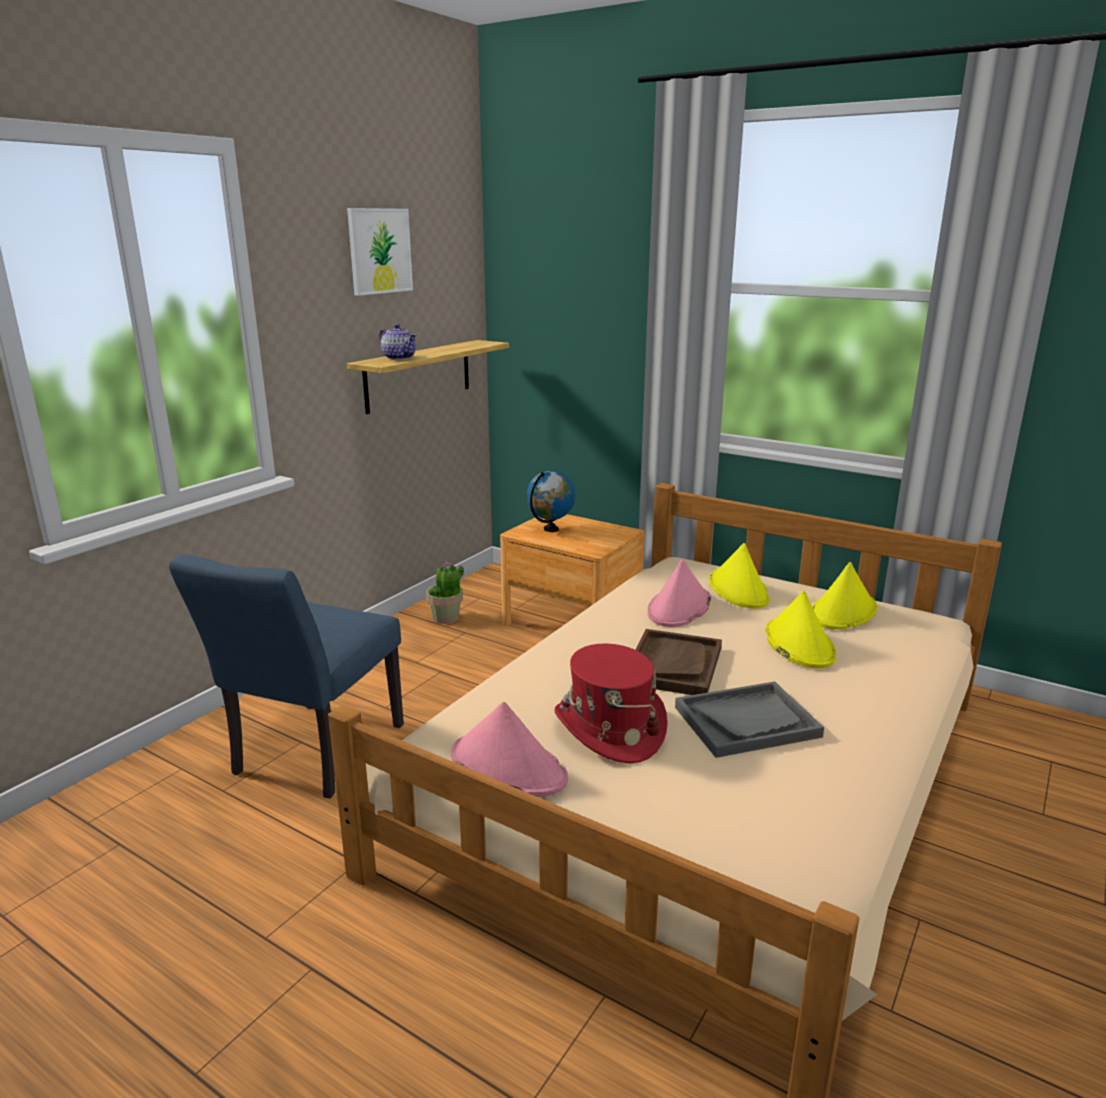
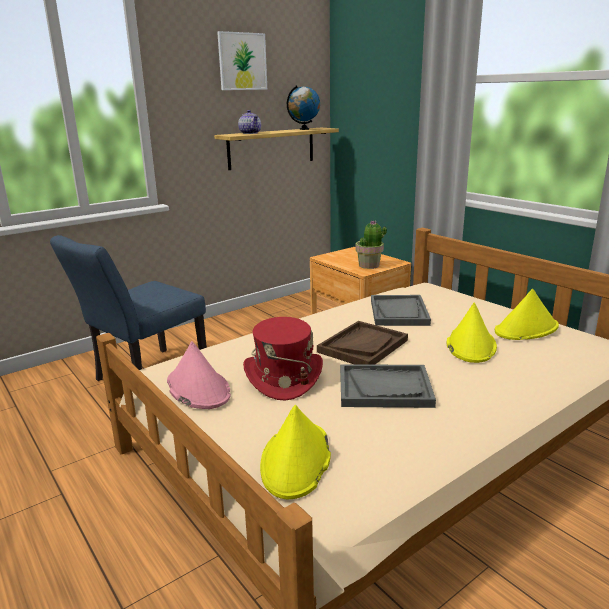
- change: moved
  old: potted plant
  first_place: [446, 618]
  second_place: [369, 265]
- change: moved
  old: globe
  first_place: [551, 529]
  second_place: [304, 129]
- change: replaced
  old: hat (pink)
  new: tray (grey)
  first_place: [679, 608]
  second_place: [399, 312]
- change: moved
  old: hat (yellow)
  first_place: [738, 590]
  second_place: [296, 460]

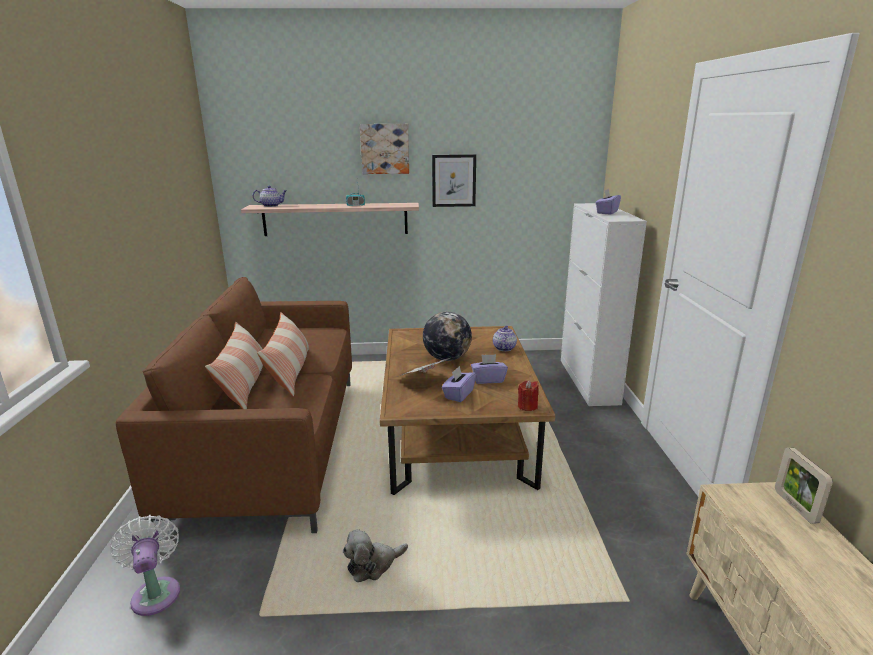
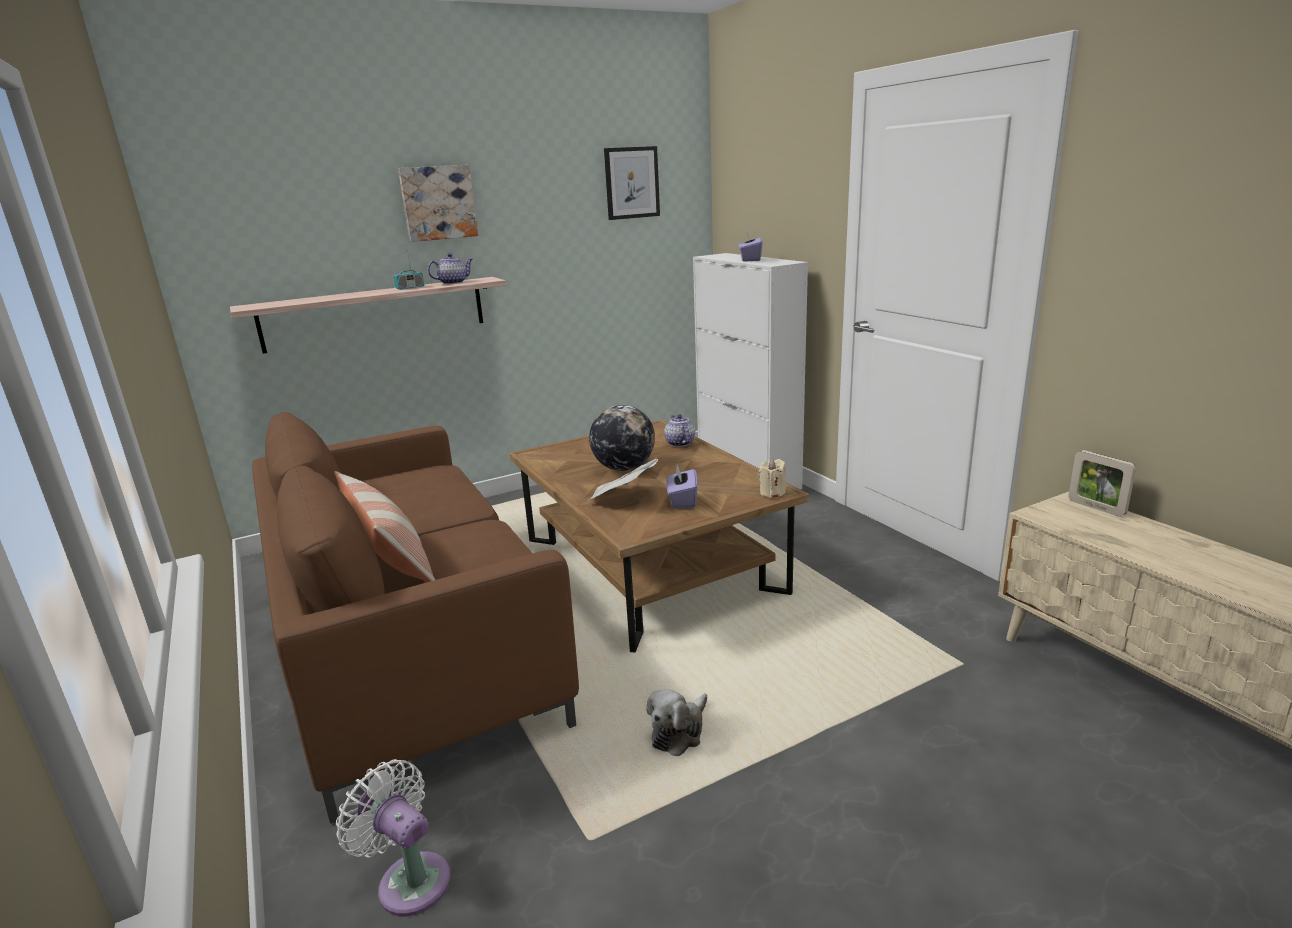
- change: moved
  old: teapot
  first_place: [271, 206]
  second_place: [453, 282]
- change: removed
  old: pillow
  first_place: [290, 371]
- change: moved
  old: picture
  first_place: [454, 180]
  second_place: [632, 183]
- change: removed
  old: tissue box (purple)
  first_place: [488, 379]
- change: recoloured
  old: candle (red)
  new: candle (beige)
  first_place: [527, 406]
  second_place: [772, 493]

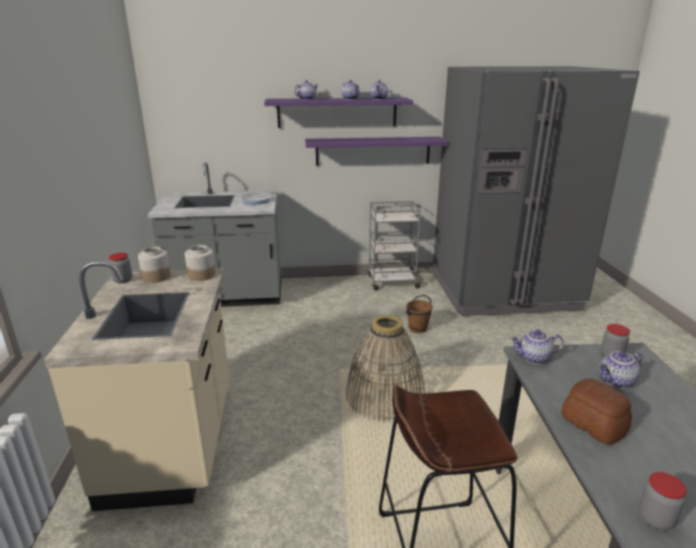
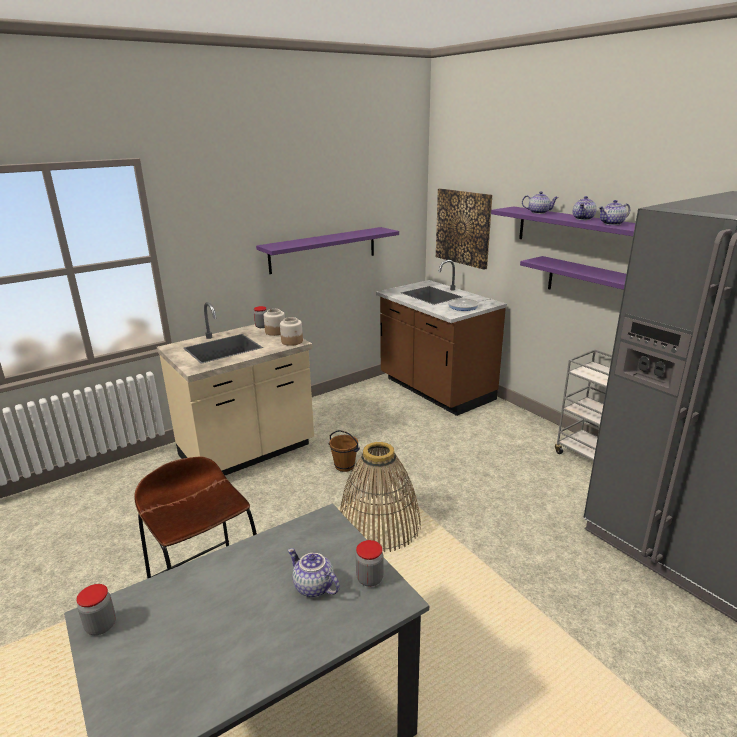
- change: recoloured
  old: counter (grey)
  new: counter (brown)
  first_place: [227, 297]
  second_place: [435, 390]
- change: moved
  old: bucket (brown)
  first_place: [418, 329]
  second_place: [344, 466]
- change: removed
  old: teapot
  first_place: [534, 358]
- change: removed
  old: bread
  first_place: [593, 424]
- change: added
  new: shelf (purple)
  second_place: [323, 250]
- change: added
  new: picture
  second_place: [463, 227]

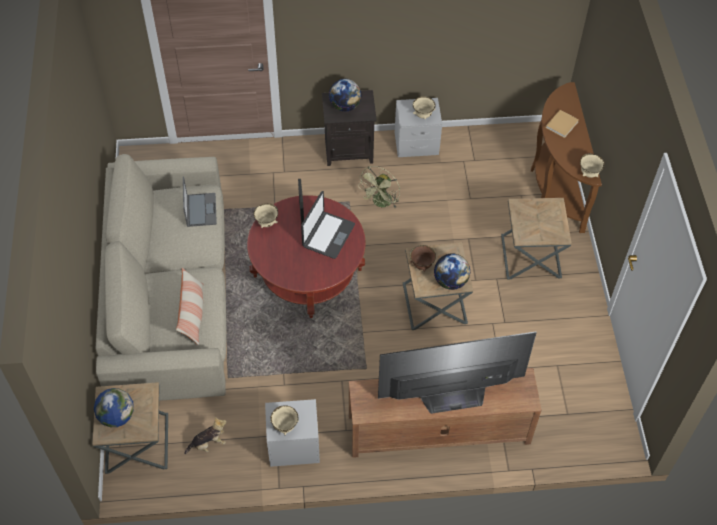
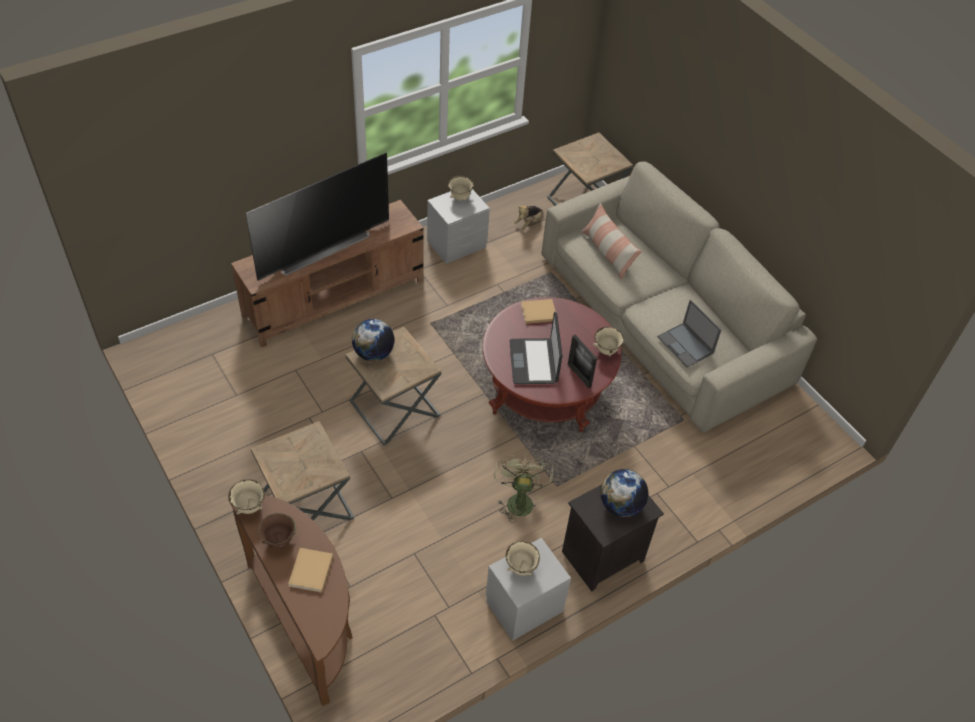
- change: removed
  old: globe
  first_place: [117, 416]
- change: moved
  old: bowl (brown)
  first_place: [422, 265]
  second_place: [279, 541]
- change: added
  new: book (beige)
  second_place: [537, 312]

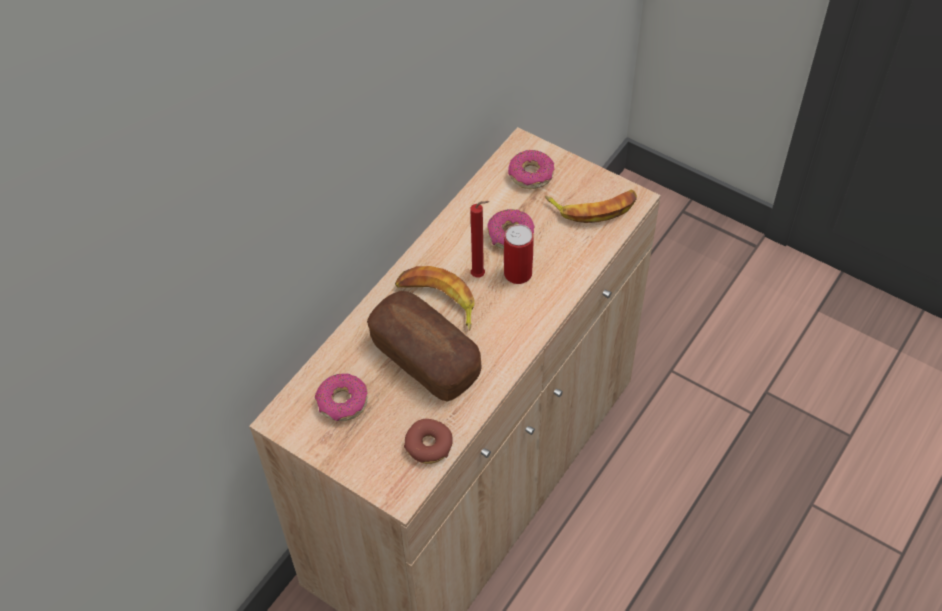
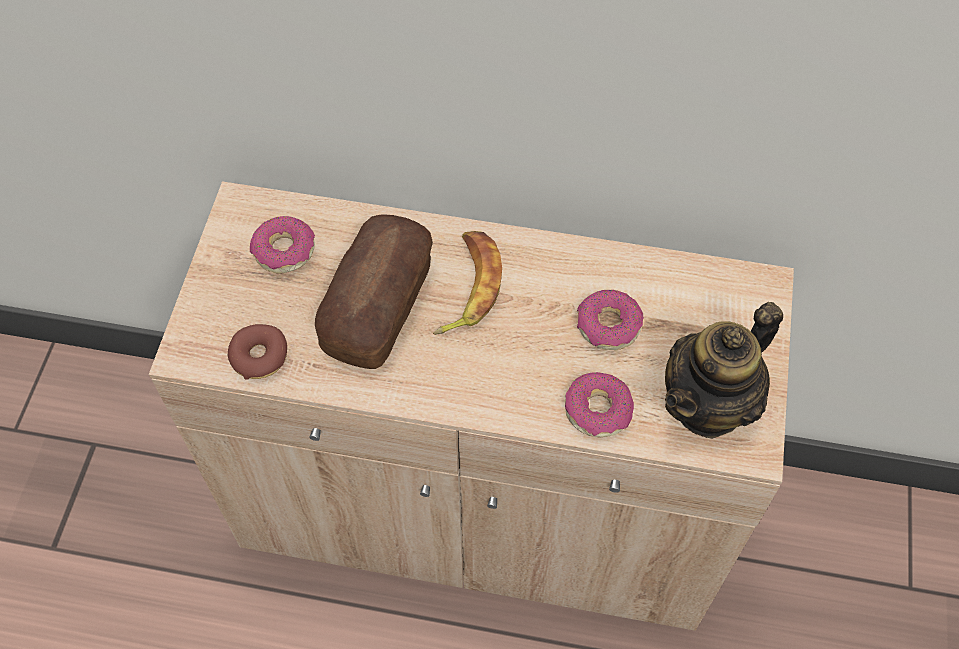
- change: removed
  old: candle (red)
  first_place: [480, 276]
- change: removed
  old: can
  first_place: [518, 273]
- change: moved
  old: donut
  first_place: [531, 175]
  second_place: [598, 410]
- change: replaced
  old: banana
  new: teapot
  first_place: [593, 207]
  second_place: [709, 405]

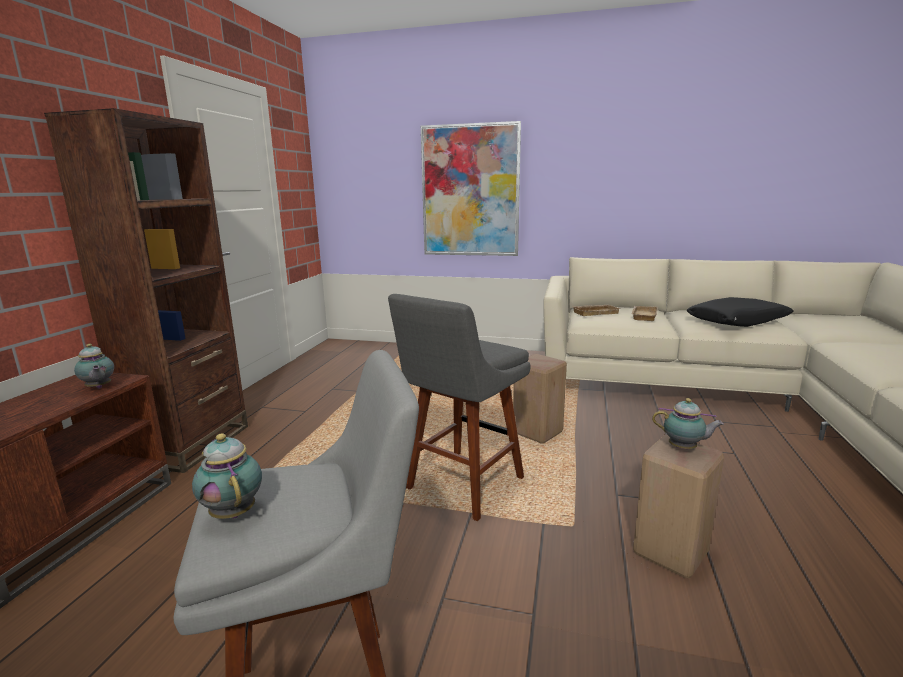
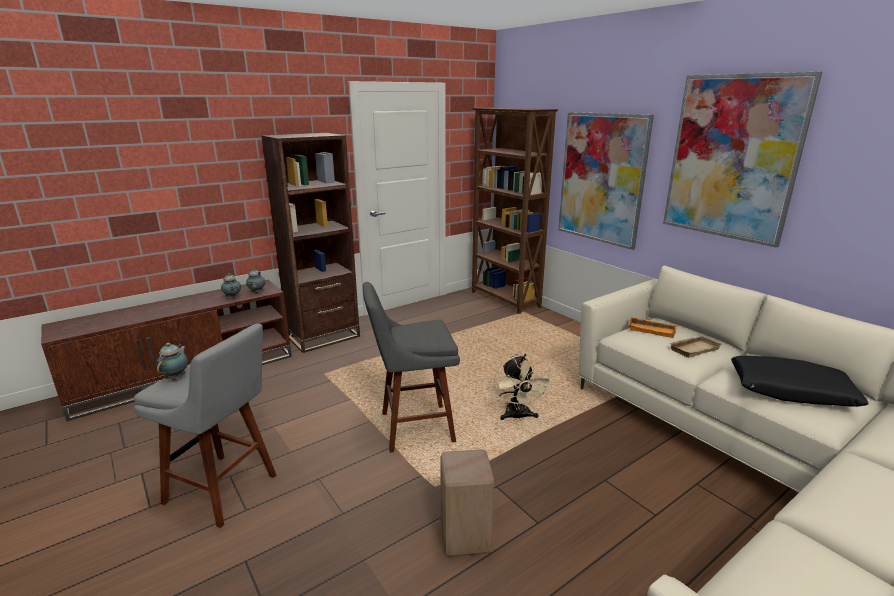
- change: replaced
  old: stool (beige)
  new: fan (beige)
  first_place: [537, 432]
  second_place: [518, 417]
- change: recoloured
  old: tray (beige)
  new: tray (orange)
  first_place: [595, 312]
  second_place: [652, 330]
- change: moved
  old: teapot
  first_place: [684, 448]
  second_place: [232, 298]
- change: added
  new: bookcase (brown)
  second_place: [505, 300]
- change: added
  new: picture
  second_place: [732, 158]

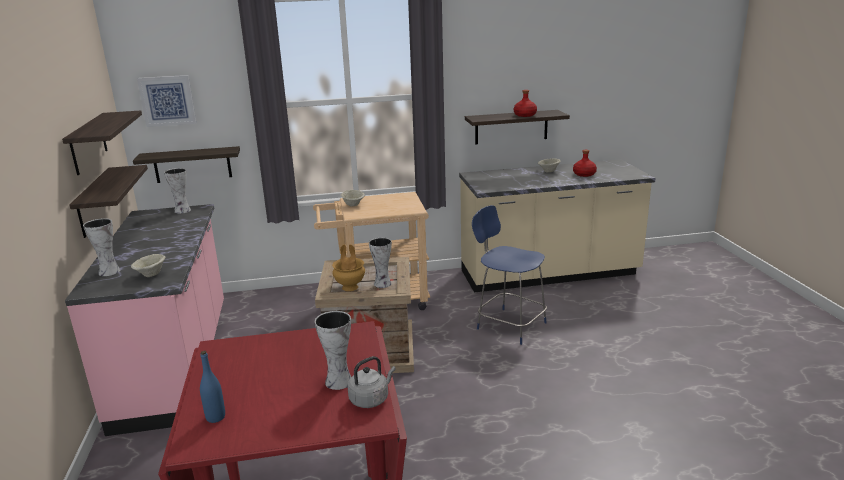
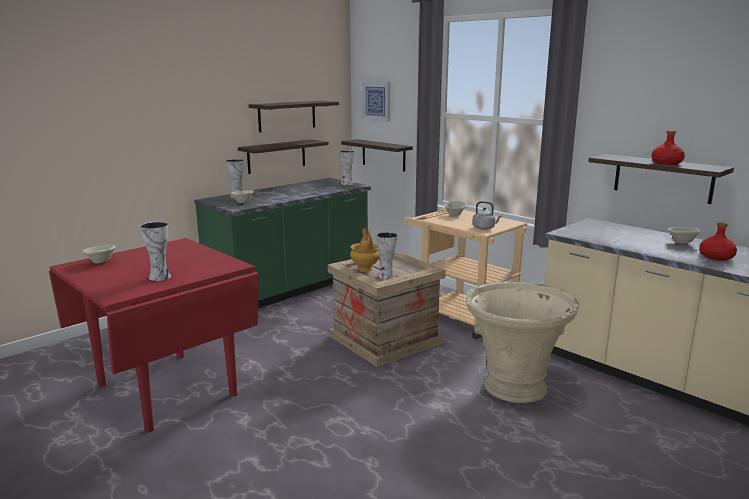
- change: recoloured
  old: counter (pink)
  new: counter (green)
  first_place: [177, 363]
  second_place: [291, 289]
- change: replaced
  old: bottle (blue)
  new: bowl (beige)
  first_place: [215, 417]
  second_place: [100, 262]
- change: moved
  old: kettle (grey)
  first_place: [371, 399]
  second_place: [485, 228]
- change: replaced
  old: chair (blue)
  new: planter (beige)
  first_place: [509, 325]
  second_place: [514, 386]

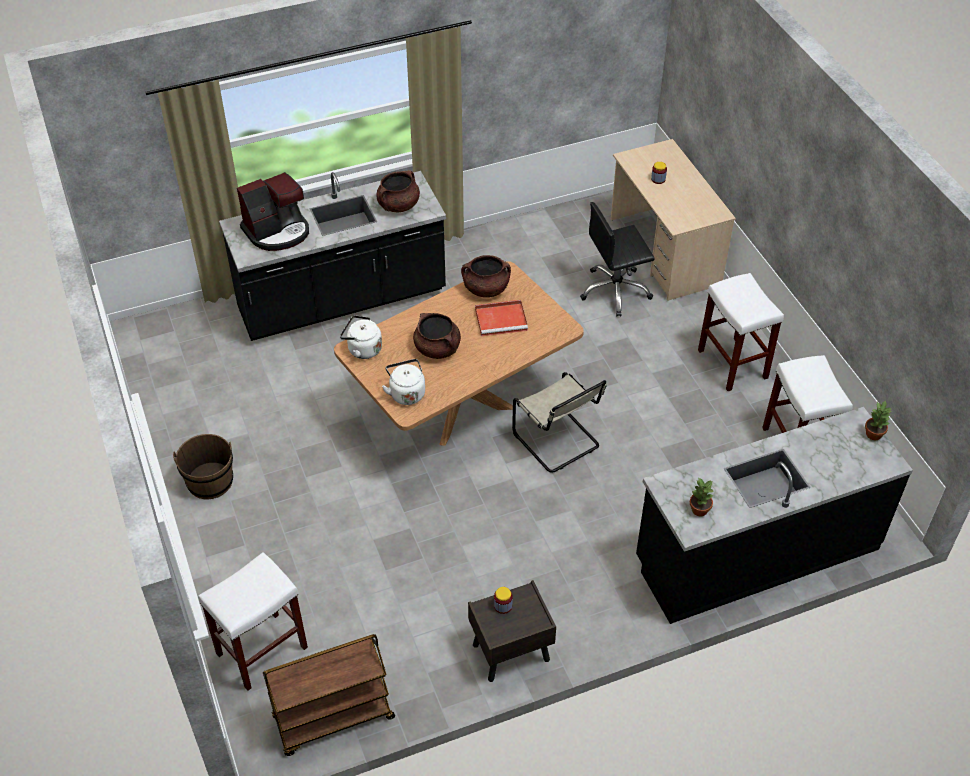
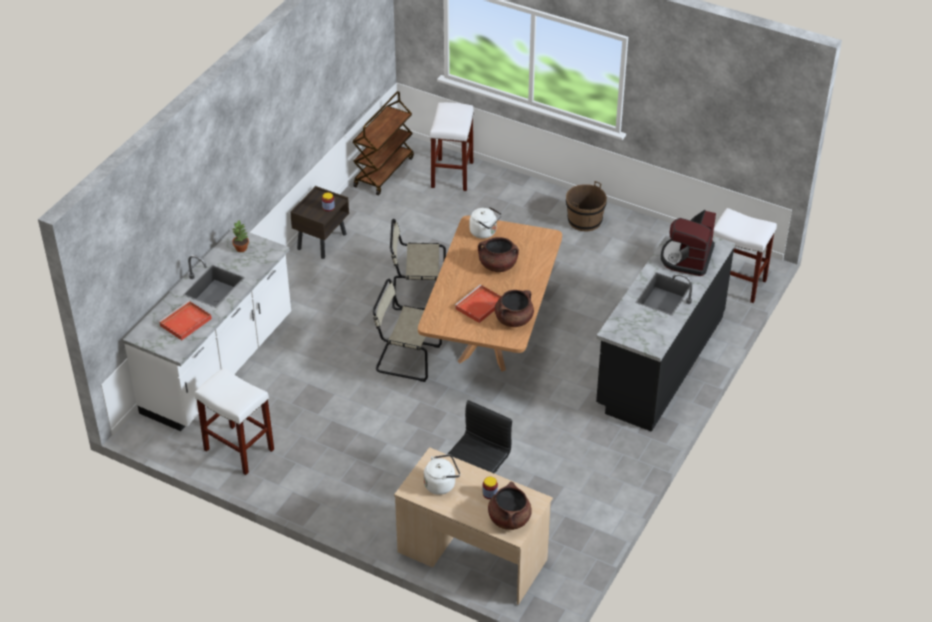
- change: moved
  old: kettle (white)
  first_place: [362, 349]
  second_place: [441, 484]
- change: moved
  old: cooking pot (brown)
  first_place: [398, 205]
  second_place: [509, 519]
- change: recoloured
  old: counter (black)
  new: counter (white)
  first_place: [756, 554]
  second_place: [219, 366]
- change: moved
  old: stool (white)
  first_place: [733, 364]
  second_place: [735, 283]
- change: removed
  old: potted plant
  first_place: [874, 434]
- change: added
  new: tray (red)
  second_place: [185, 323]
- change: added
  new: chair (beige)
  second_place: [416, 293]

